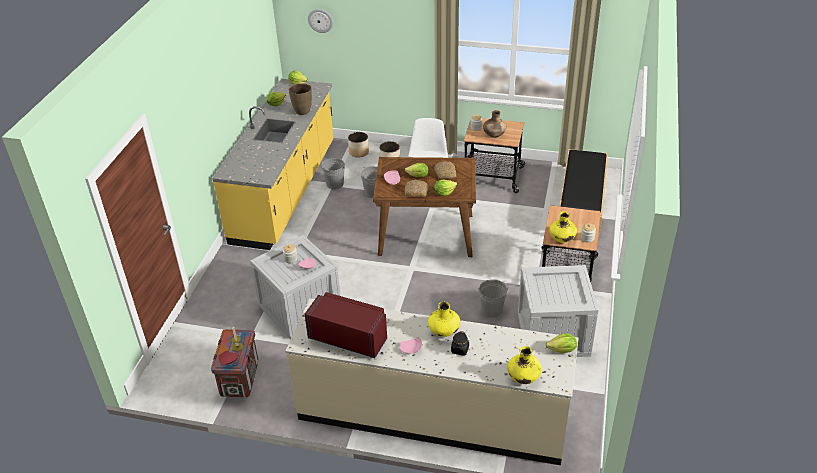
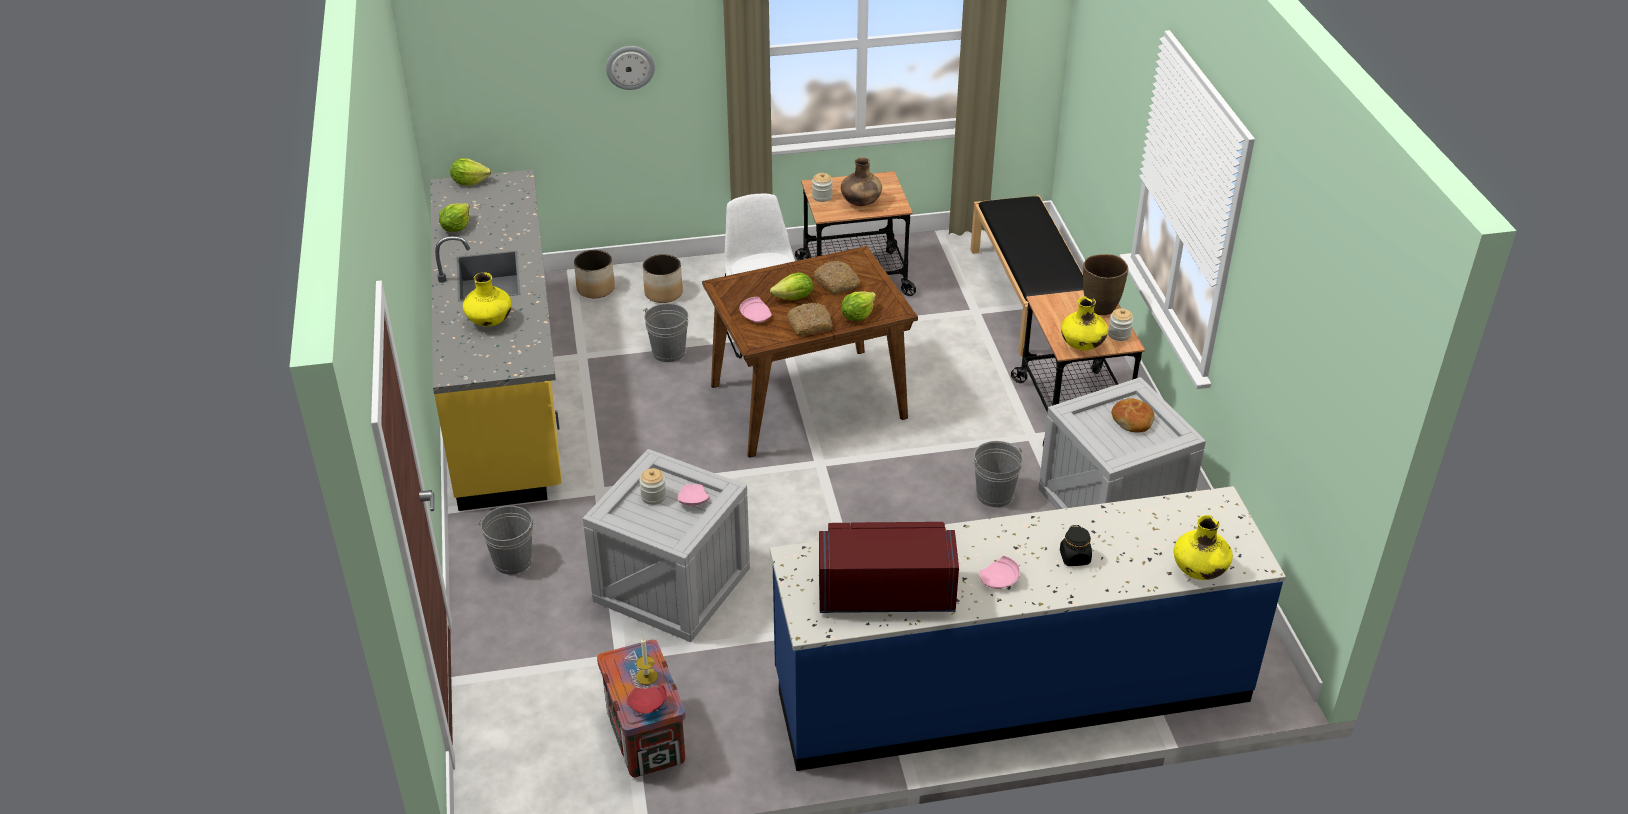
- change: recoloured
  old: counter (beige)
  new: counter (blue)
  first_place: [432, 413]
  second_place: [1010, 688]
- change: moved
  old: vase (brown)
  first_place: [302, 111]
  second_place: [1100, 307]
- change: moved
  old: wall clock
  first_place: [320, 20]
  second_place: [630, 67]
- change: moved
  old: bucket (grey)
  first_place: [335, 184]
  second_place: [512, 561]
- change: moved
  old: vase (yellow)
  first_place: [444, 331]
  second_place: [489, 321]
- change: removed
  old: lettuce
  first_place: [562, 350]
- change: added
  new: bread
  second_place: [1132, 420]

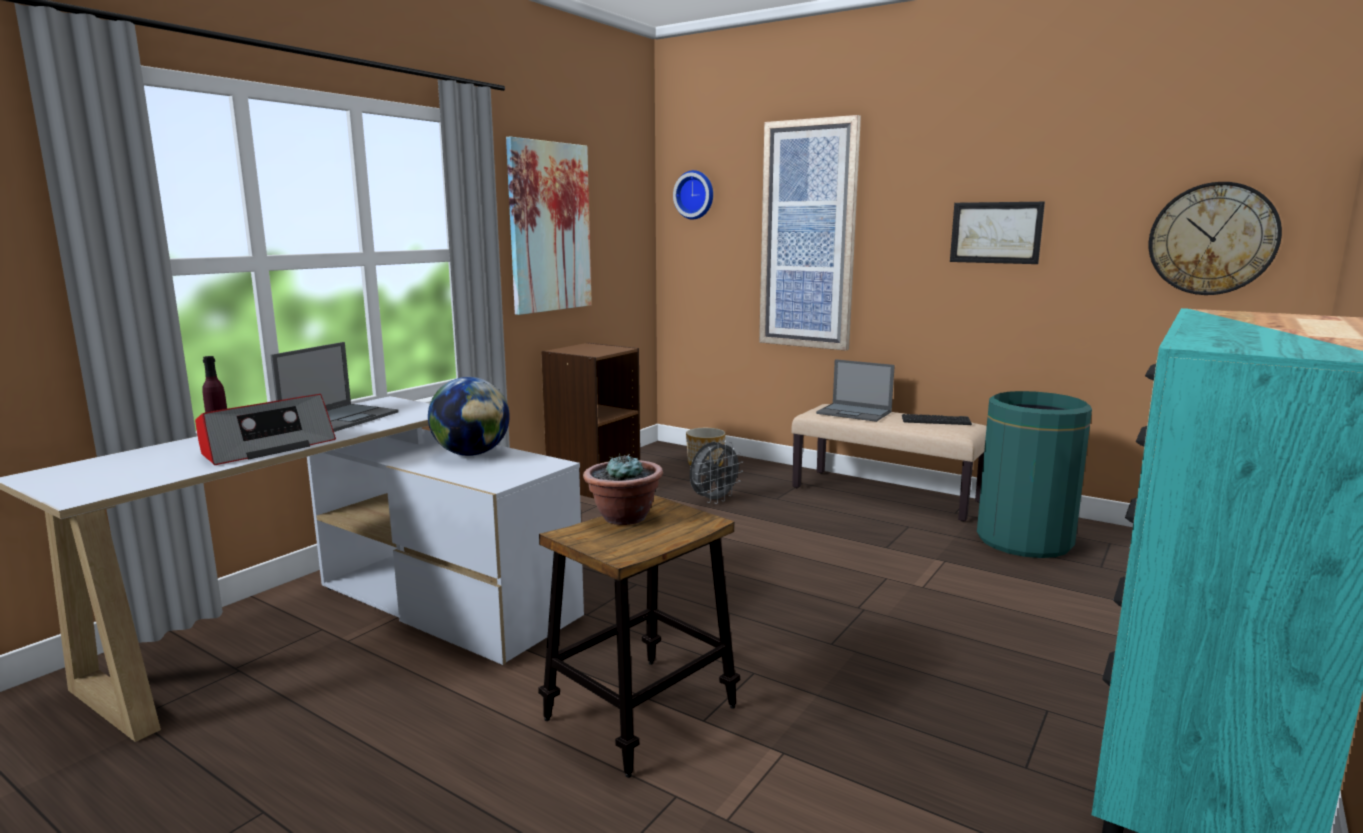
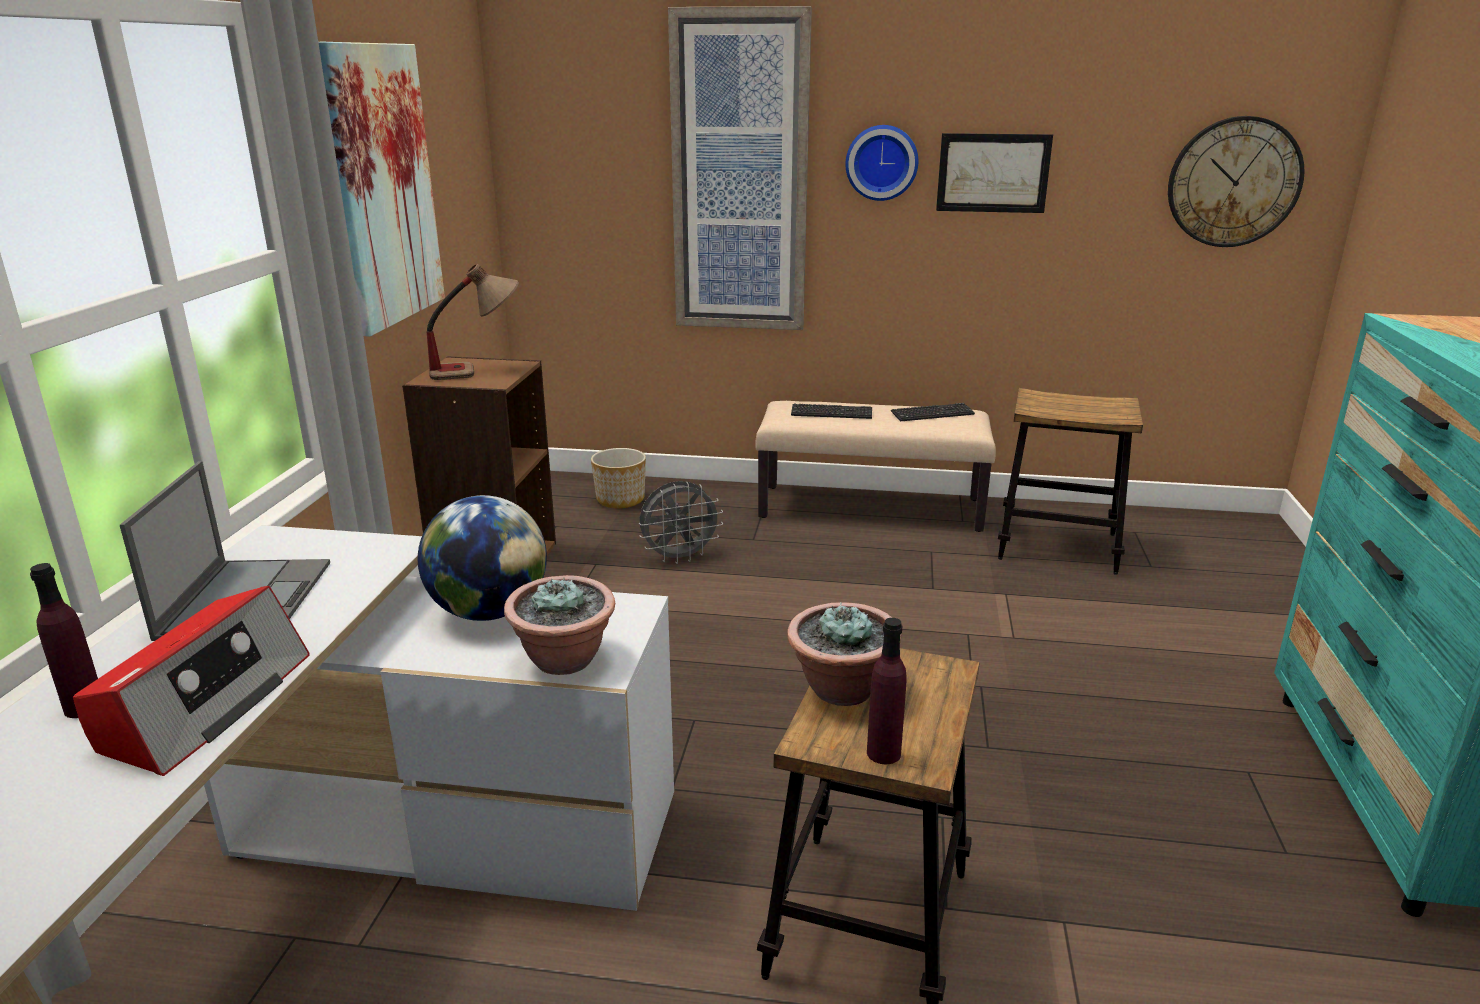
- change: moved
  old: wall clock
  first_place: [695, 195]
  second_place: [881, 162]
- change: turned
  old: fan (grey)
  first_place: [714, 500]
  second_place: [680, 558]
  degrees: 45
- change: replaced
  old: laptop
  new: keyboard
  first_place: [855, 413]
  second_place: [831, 413]
- change: replaced
  old: trash can (green)
  new: stool
  first_place: [1023, 540]
  second_place: [1057, 546]
- change: added
  new: table lamp
  second_place: [478, 371]
- change: added
  new: potted plant
  second_place: [565, 660]
- change: added
  new: bottle (purple)
  second_place: [883, 753]

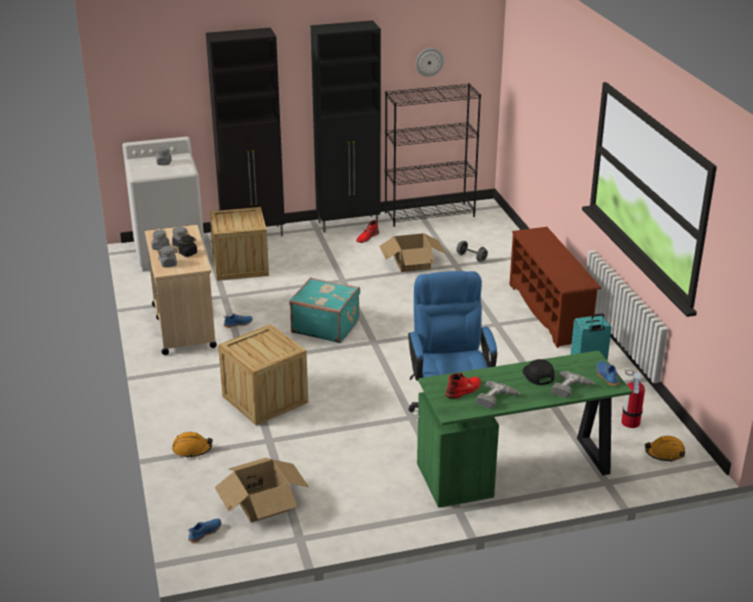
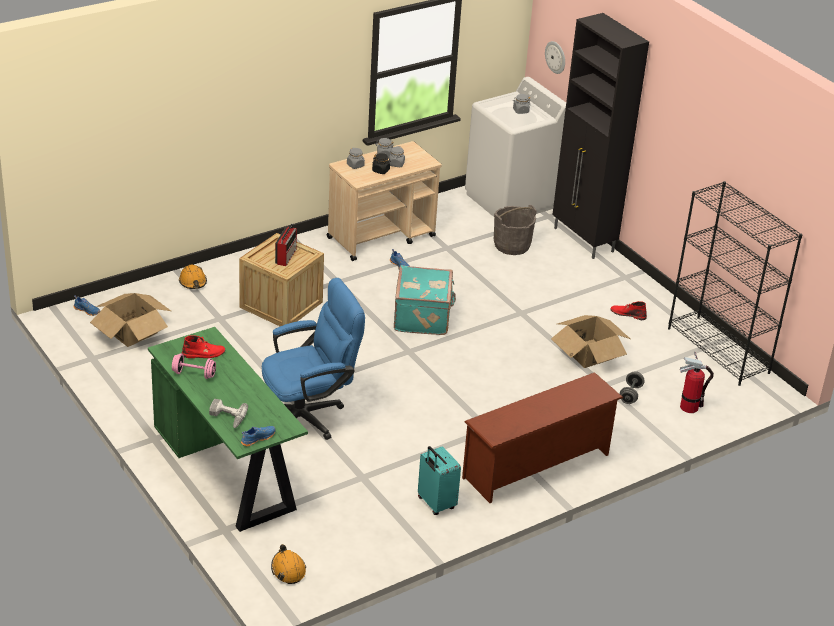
- change: replaced
  old: crate
  new: bucket (grey)
  first_place: [240, 266]
  second_place: [512, 245]
- change: removed
  old: cabinet (black)
  first_place: [349, 224]
- change: moved
  old: wall clock
  first_place: [429, 62]
  second_place: [556, 57]
- change: turned
  old: boot (red)
  first_place: [464, 389]
  second_place: [204, 353]
  degrees: -45
- change: replaced
  old: power drill
  new: dumbbell (pink)
  first_place: [497, 399]
  second_place: [194, 374]
- change: removed
  old: cap (black)
  first_place: [538, 375]
- change: moved
  old: fire extinguisher
  first_place: [630, 422]
  second_place: [689, 407]
- change: added
  new: radio
  second_place: [286, 256]

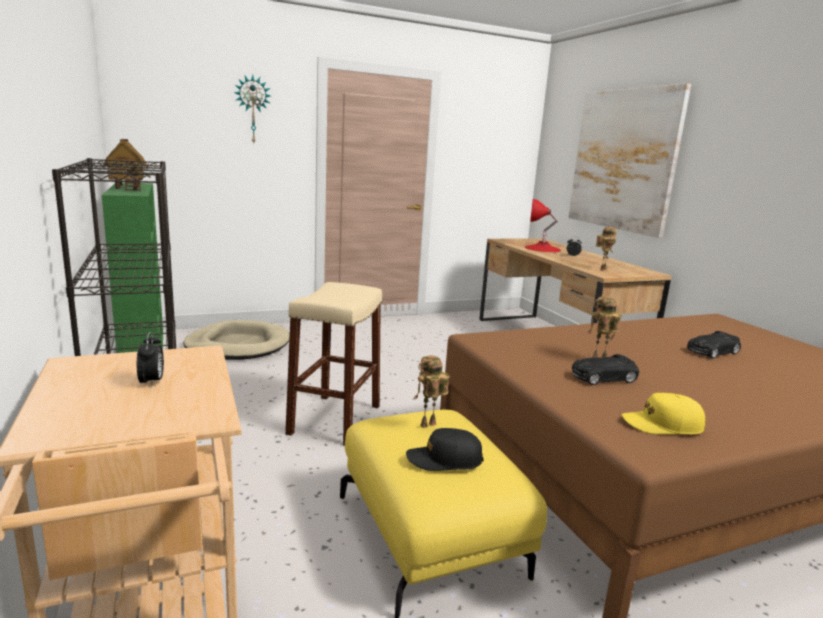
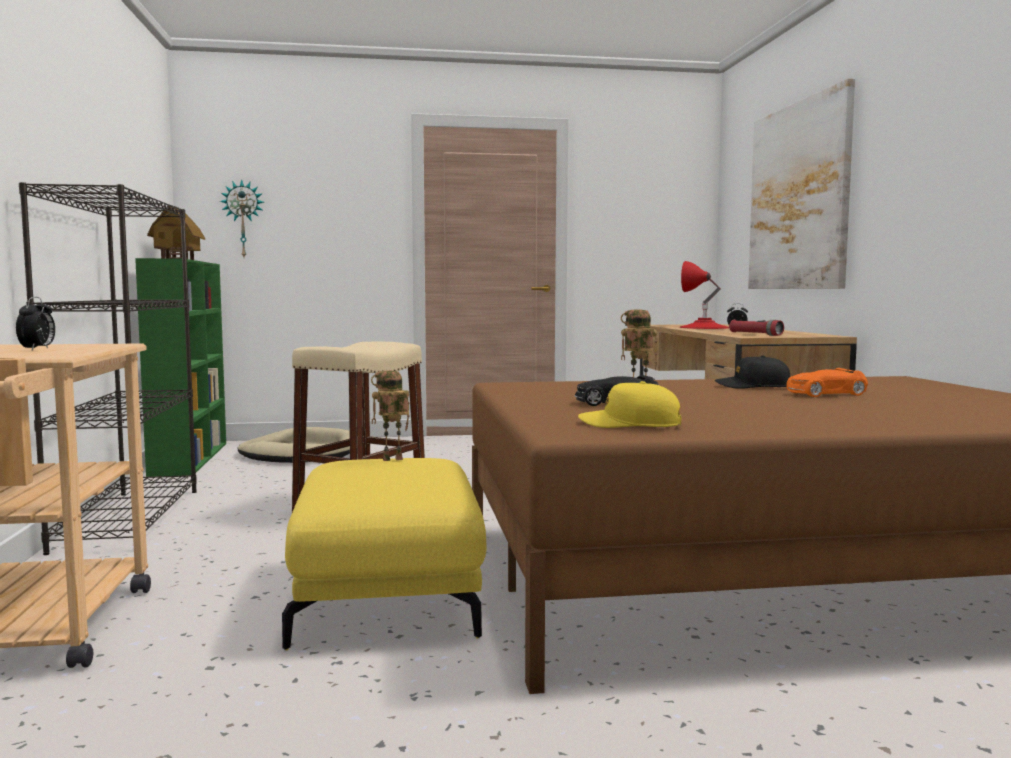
- change: moved
  old: wall clock
  first_place: [252, 110]
  second_place: [243, 219]
- change: moved
  old: cap (black)
  first_place: [444, 459]
  second_place: [753, 386]
- change: replaced
  old: toy robot
  new: flashlight (red)
  first_place: [602, 269]
  second_place: [755, 334]
- change: recoloured
  old: toy car (black)
  new: toy car (orange)
  first_place: [712, 352]
  second_place: [825, 394]

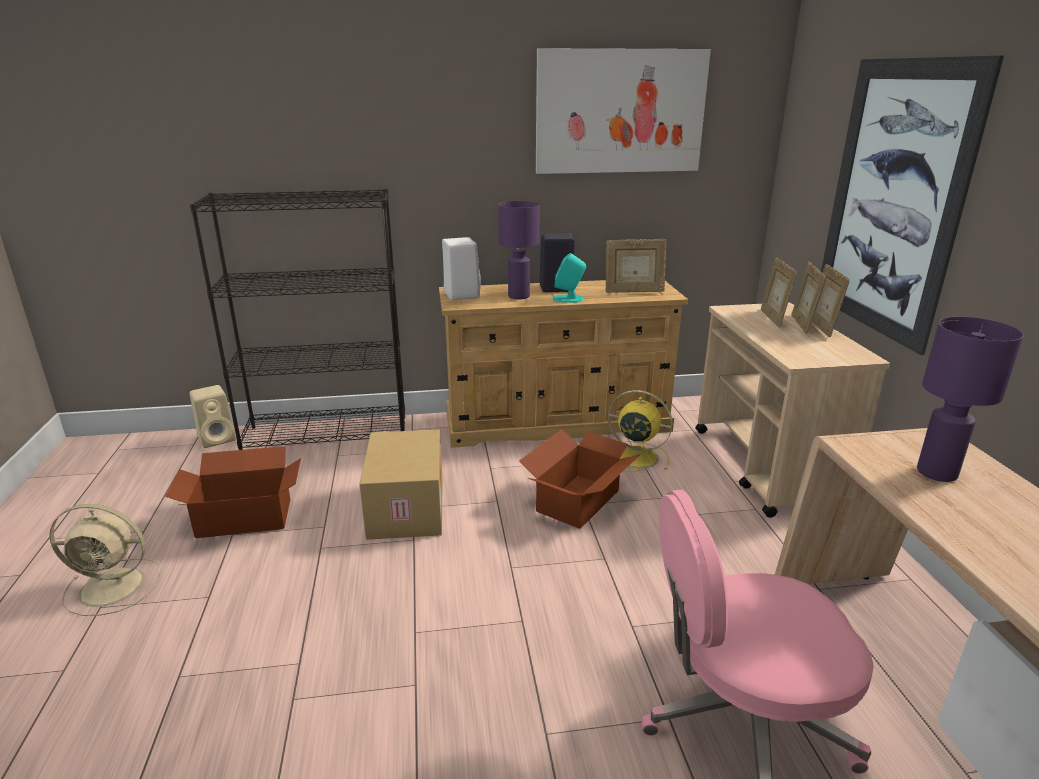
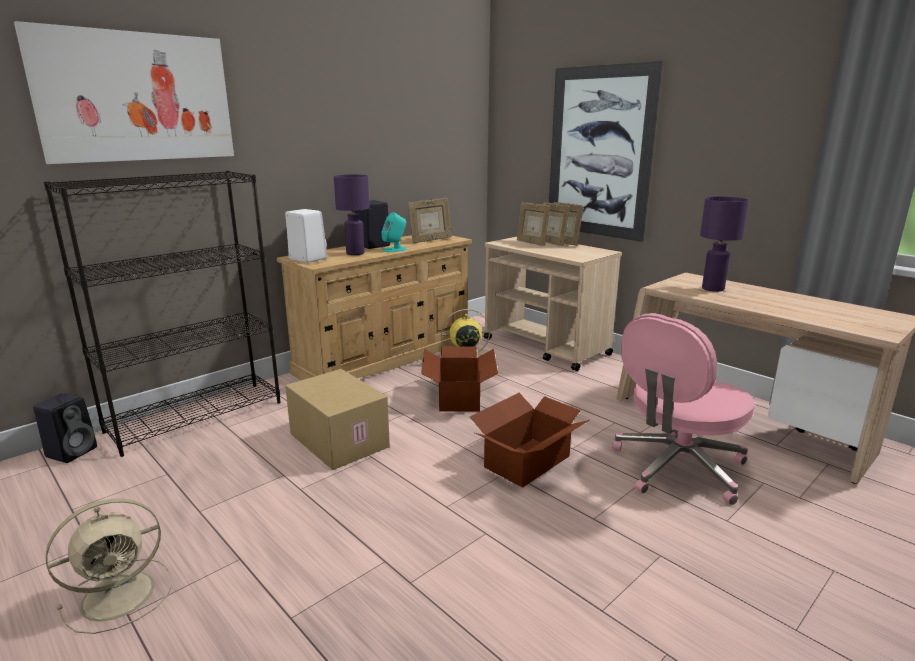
- change: moved
  old: cardboard box
  first_place: [244, 517]
  second_place: [526, 461]
- change: recoloured
  old: speaker (beige)
  new: speaker (black)
  first_place: [218, 438]
  second_place: [73, 451]
- change: moved
  old: picture
  first_place: [620, 112]
  second_place: [136, 97]

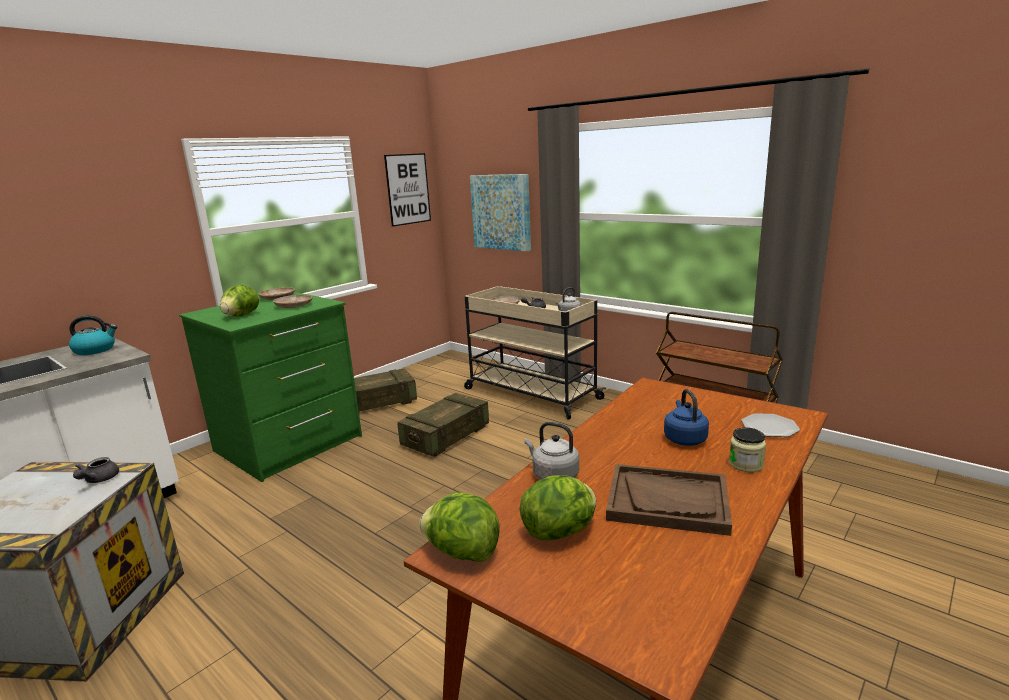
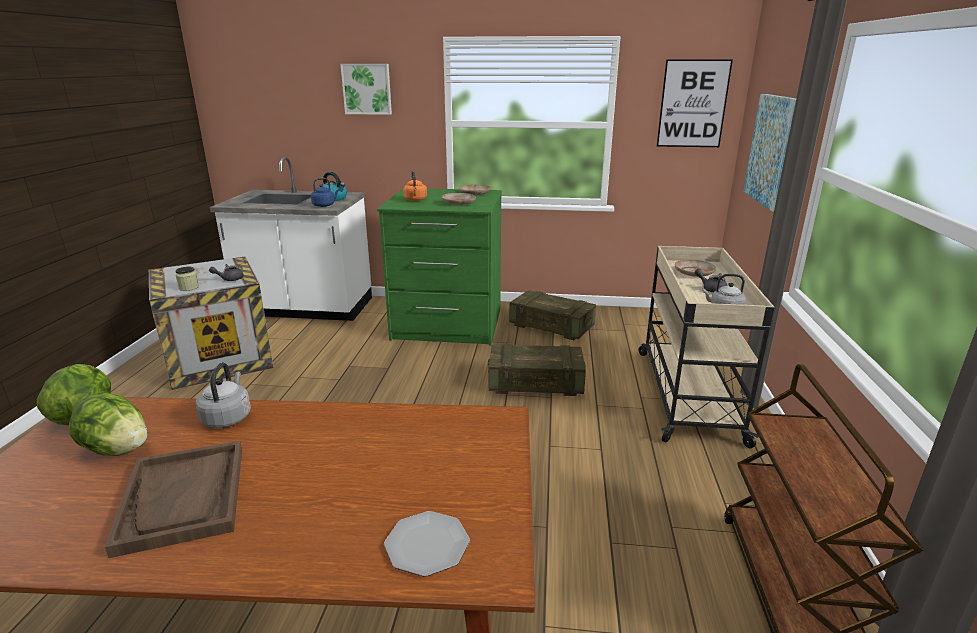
- change: replaced
  old: lettuce
  new: kettle (orange)
  first_place: [241, 315]
  second_place: [415, 200]
- change: moved
  old: kettle (blue)
  first_place: [684, 438]
  second_place: [325, 205]
- change: moved
  old: jar
  first_place: [746, 464]
  second_place: [189, 287]
- change: added
  new: picture
  second_place: [367, 89]

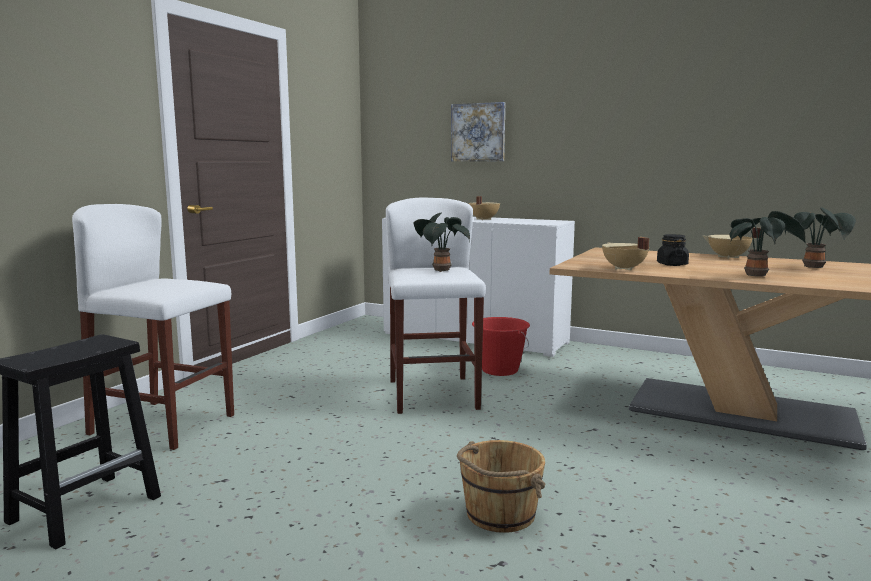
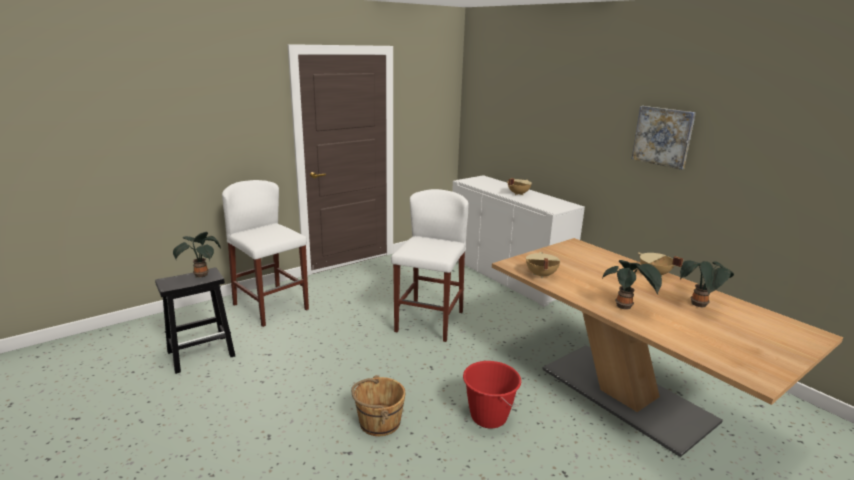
- change: moved
  old: potted plant
  first_place: [440, 270]
  second_place: [201, 274]
- change: moved
  old: picture
  first_place: [478, 132]
  second_place: [663, 136]
- change: moved
  old: bucket (red)
  first_place: [499, 370]
  second_place: [488, 417]
- change: removed
  old: jar (black)
  first_place: [672, 264]

